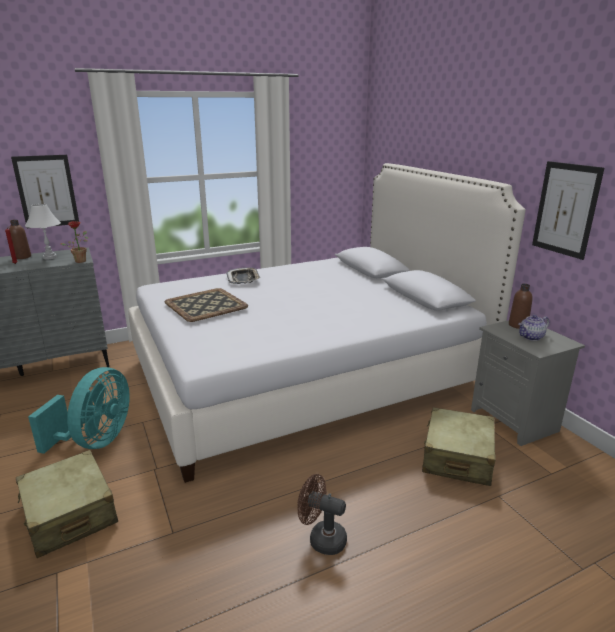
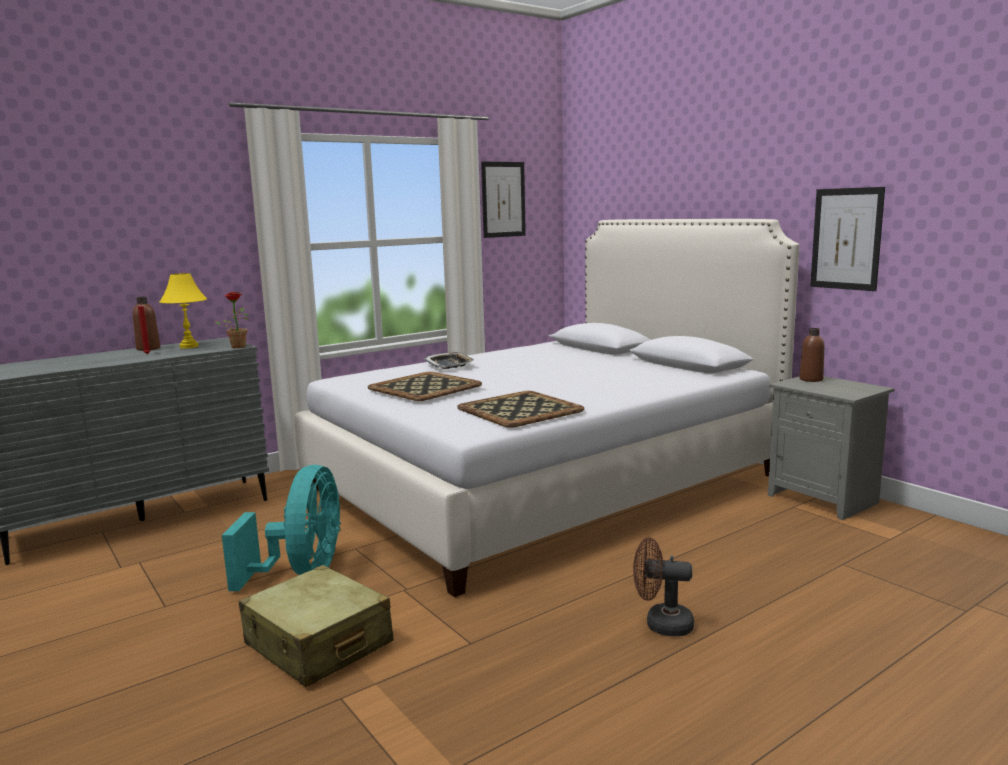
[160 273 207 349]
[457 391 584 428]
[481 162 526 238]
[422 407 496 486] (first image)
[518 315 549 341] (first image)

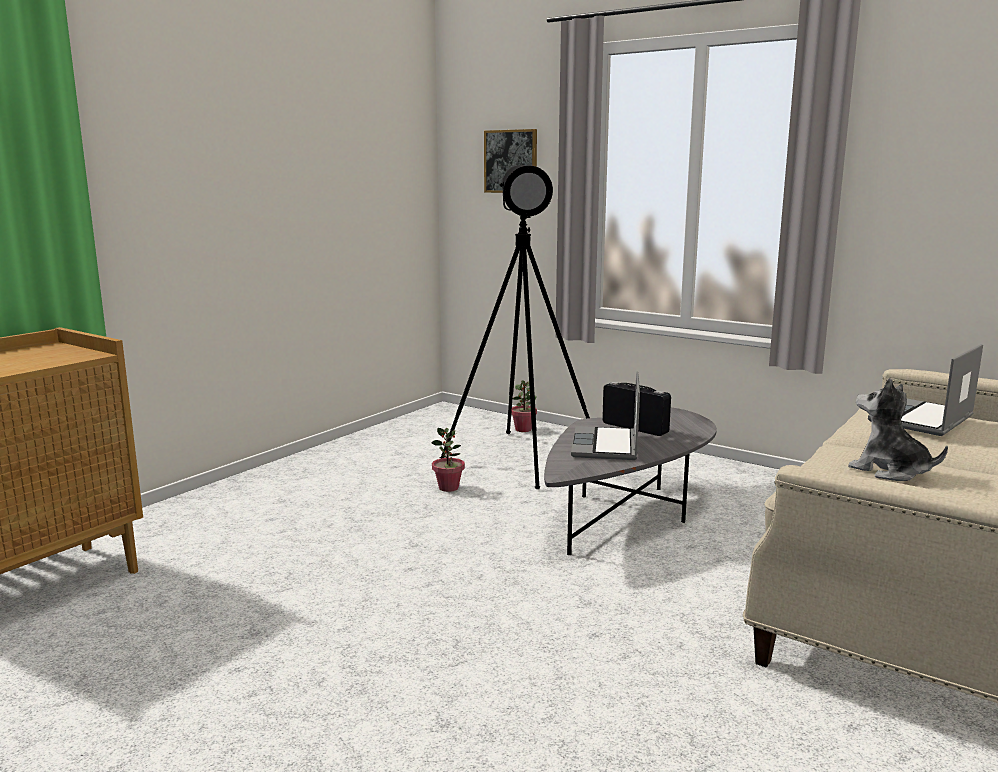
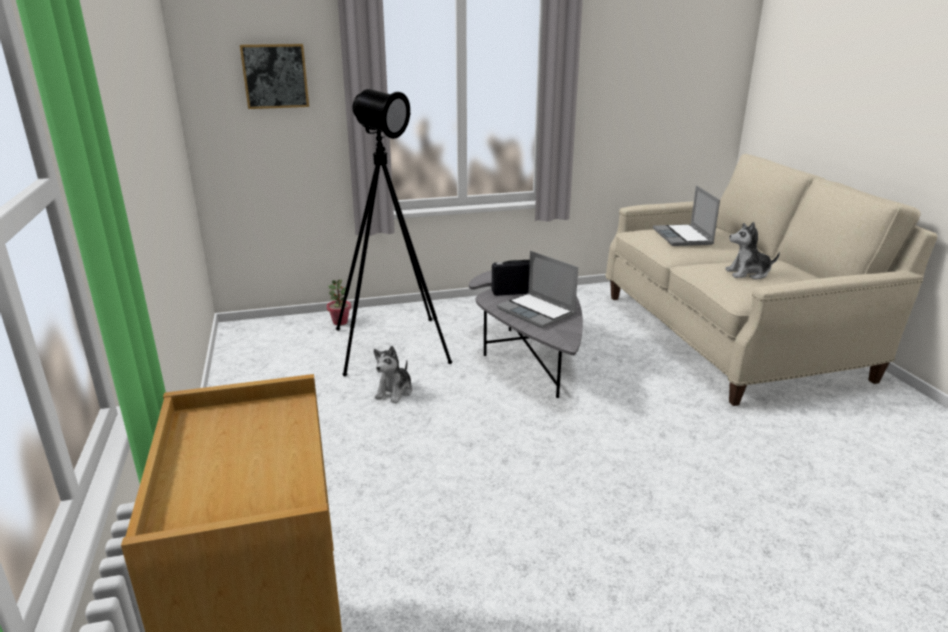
[374 346 413 403]

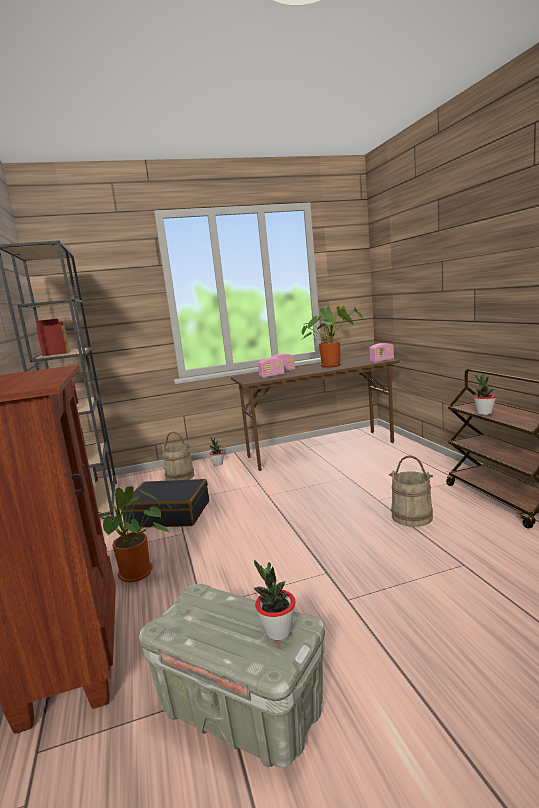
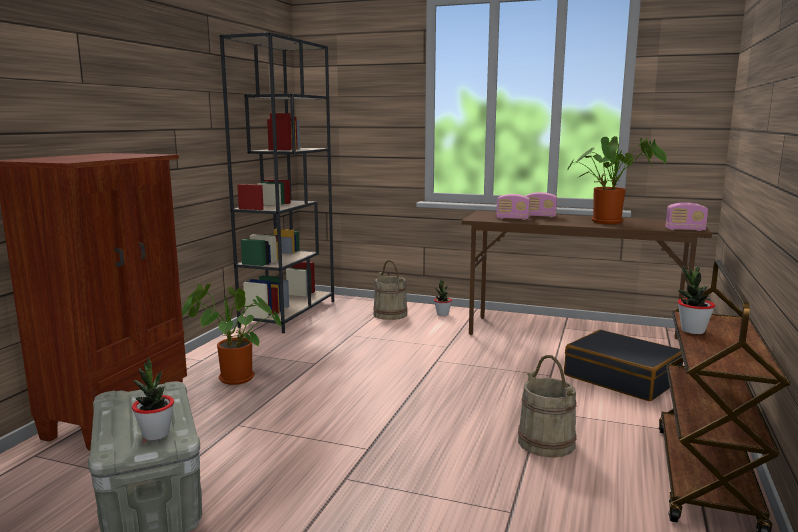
[564 330 683 401]

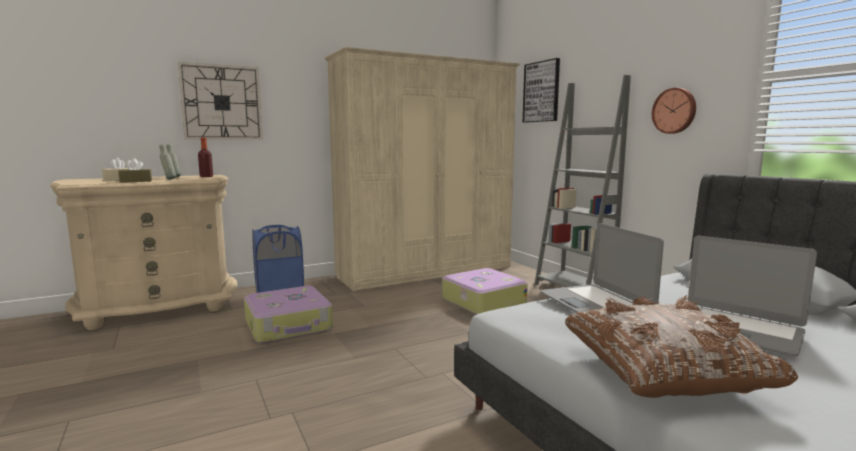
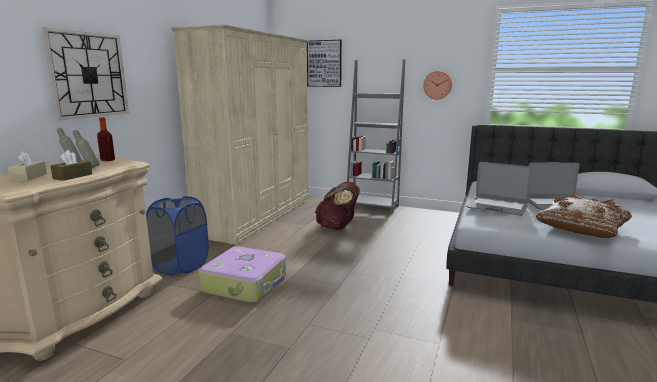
[315 181 360 230]

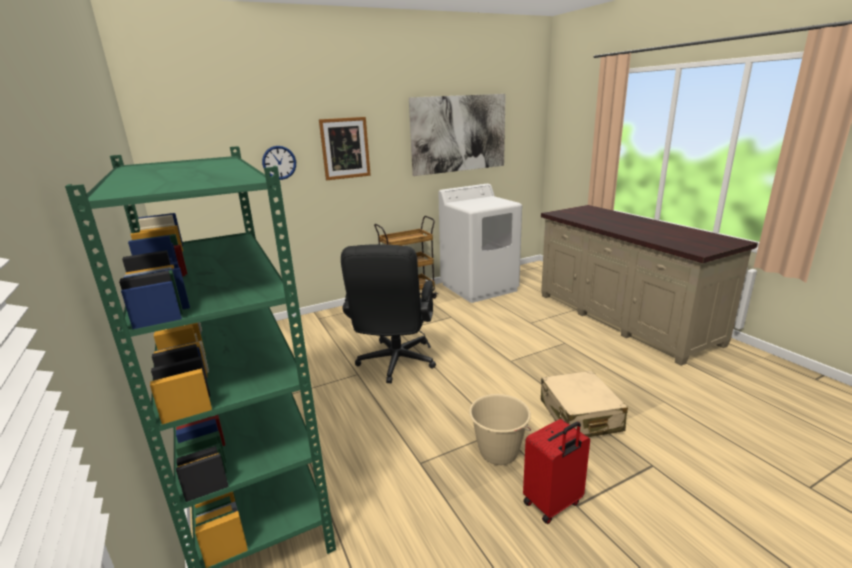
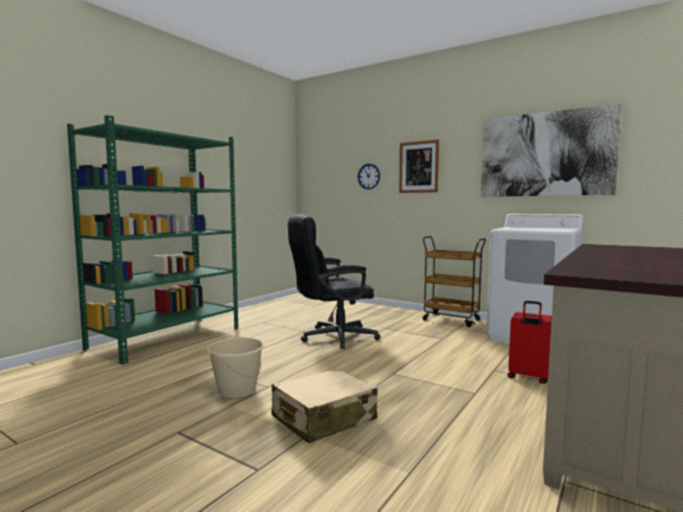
[508 301 552 384]

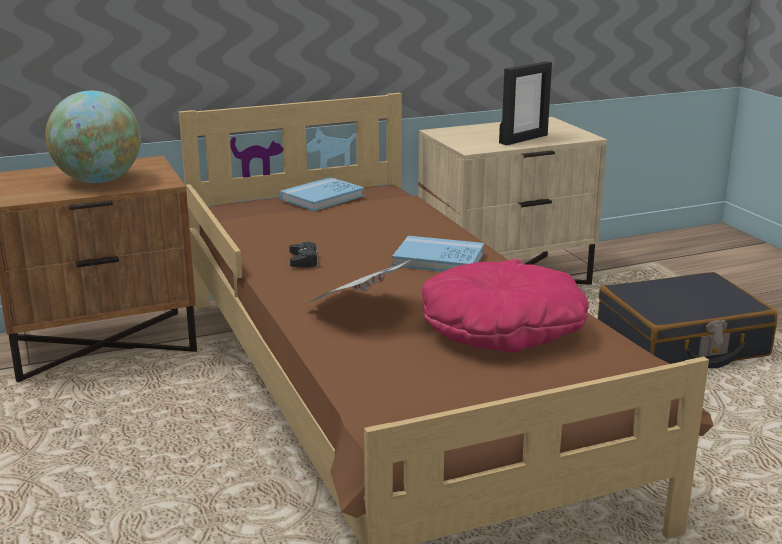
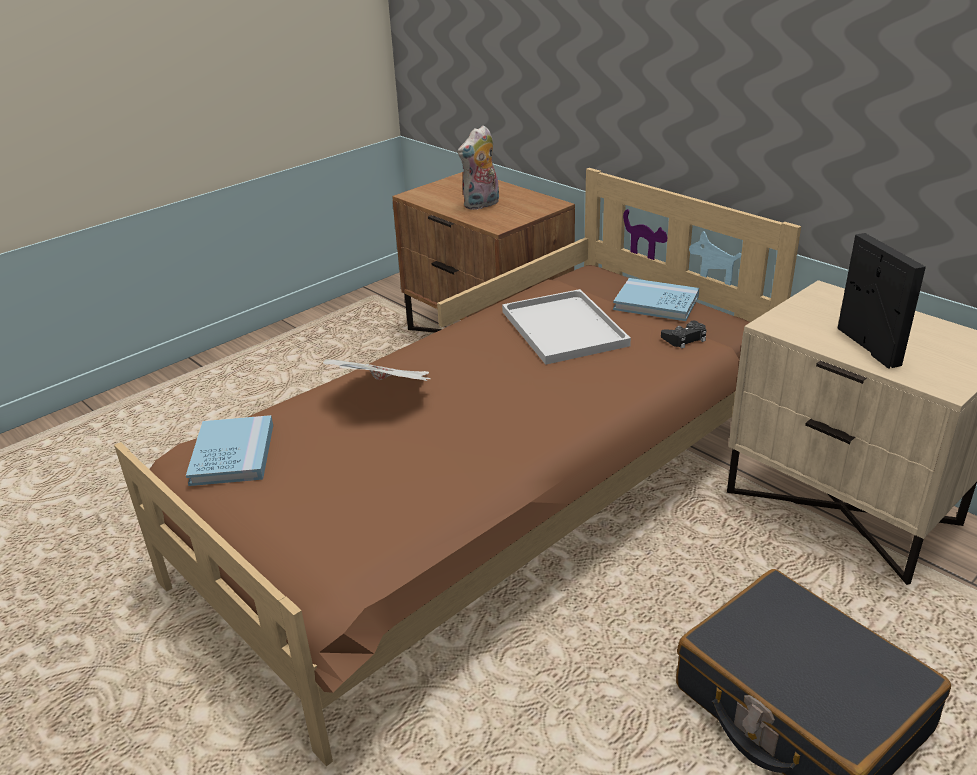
[186 415 273 486]
[458 125 499 210]
[502 289 631 365]
[661 321 707 349]
[837 233 926 369]
[422 259 589 352] (first image)

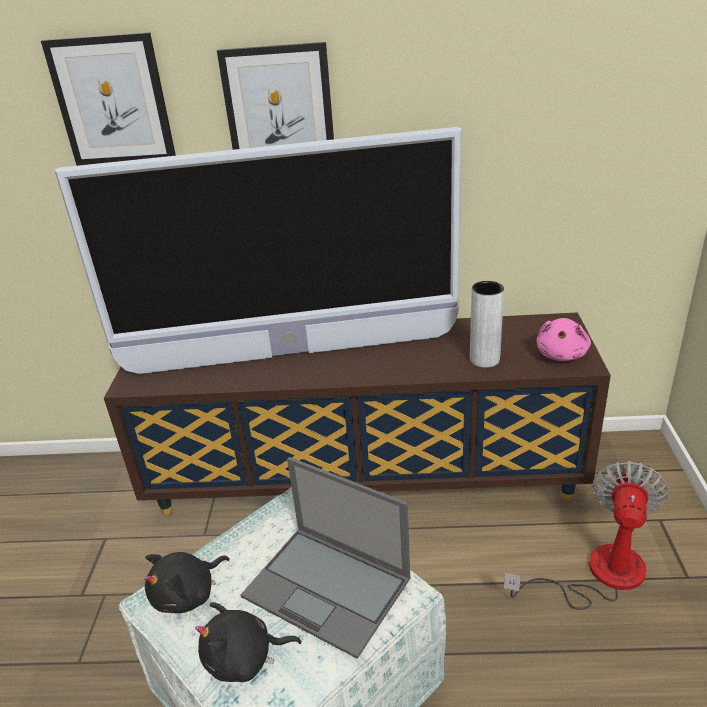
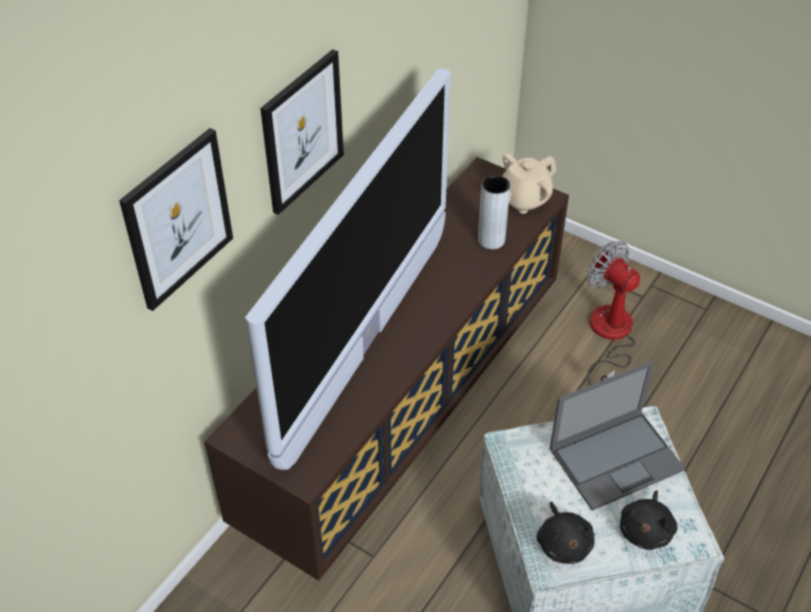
[503 153 556 214]

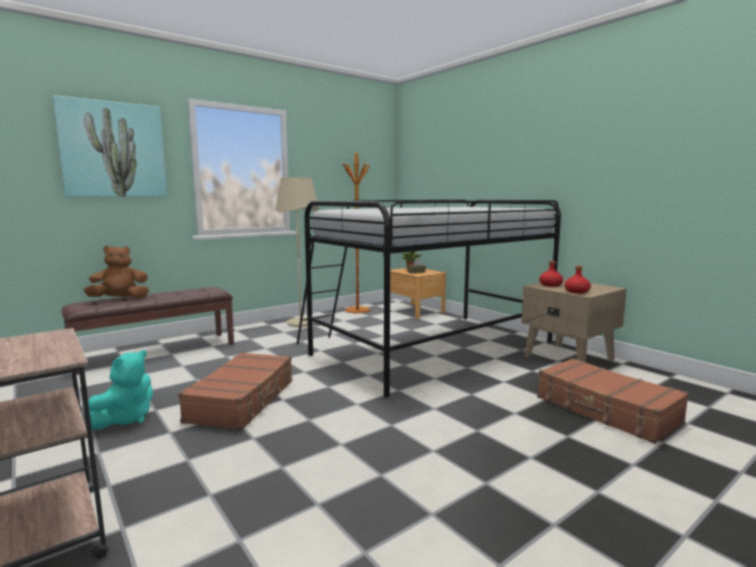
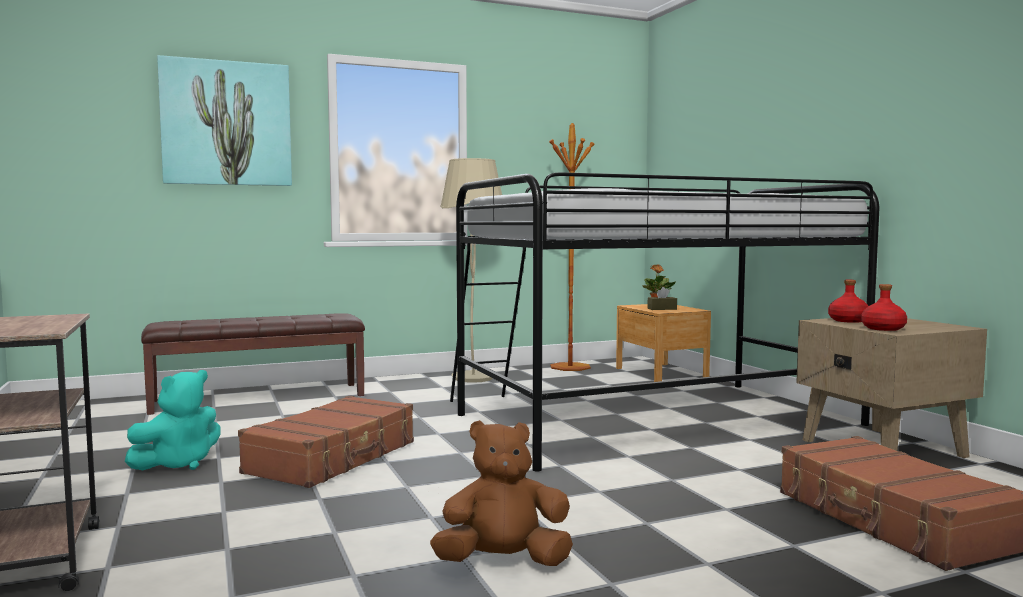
[430 420 573 566]

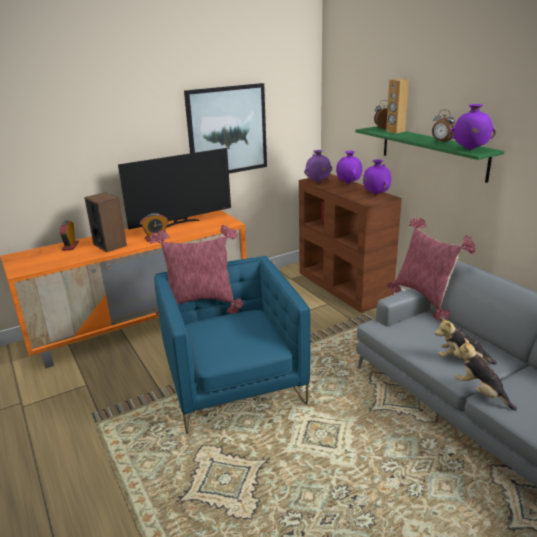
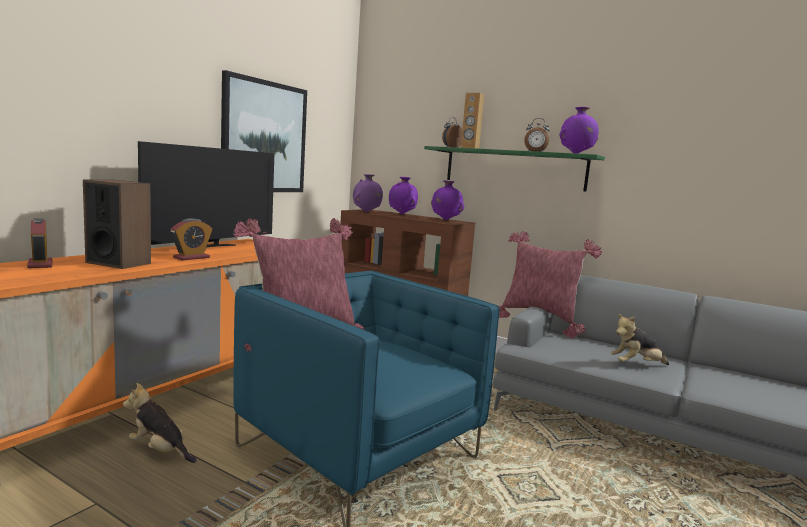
[123 383 197 463]

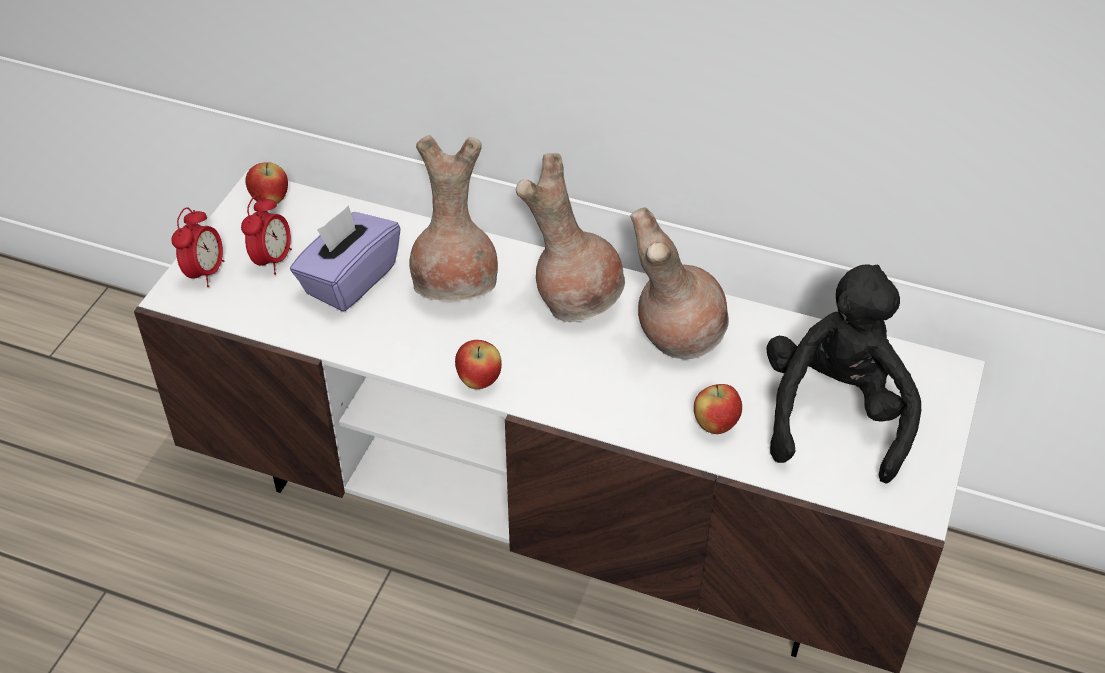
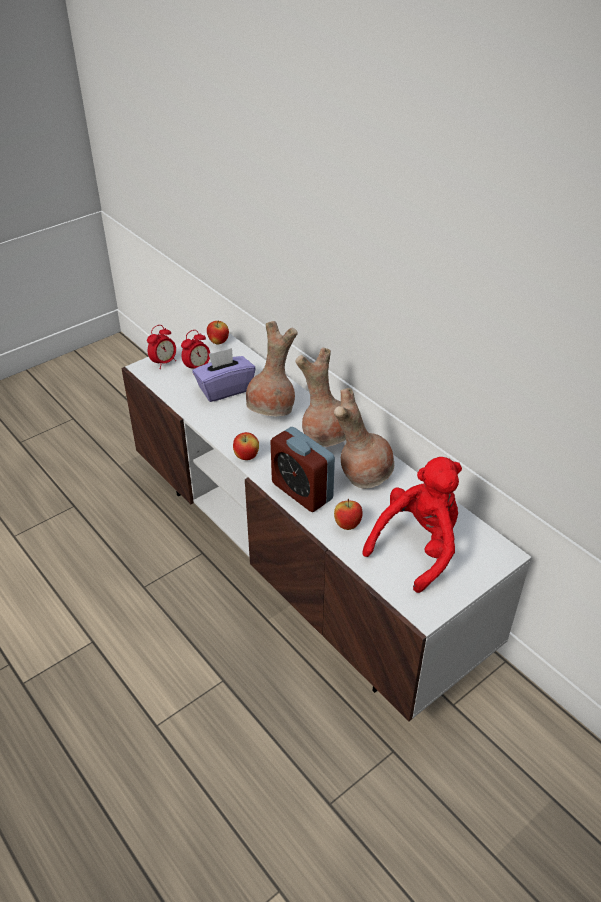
[271 427 335 512]
[362 457 462 593]

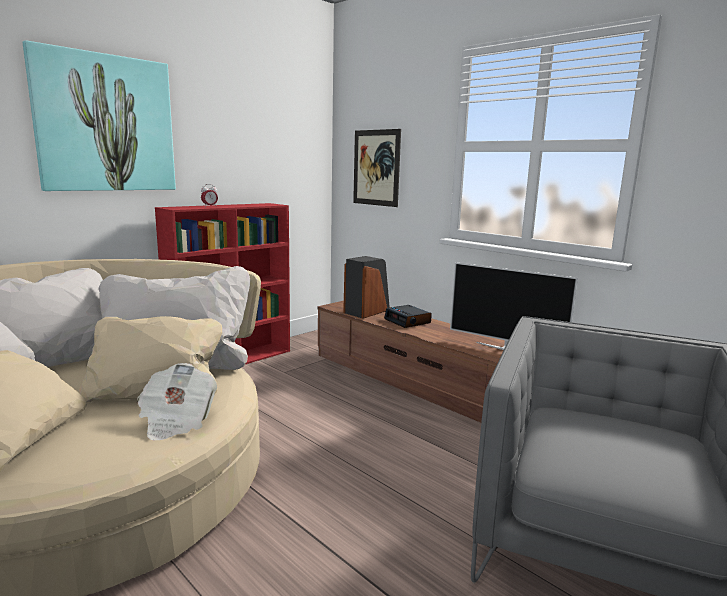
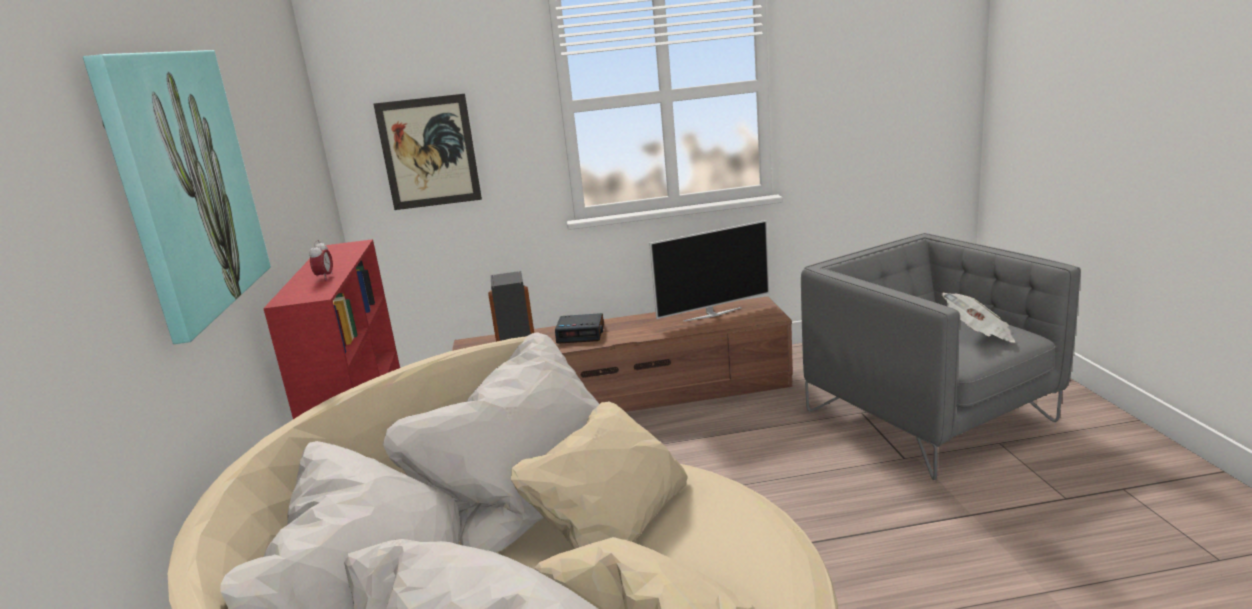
[942 293 1016 343]

